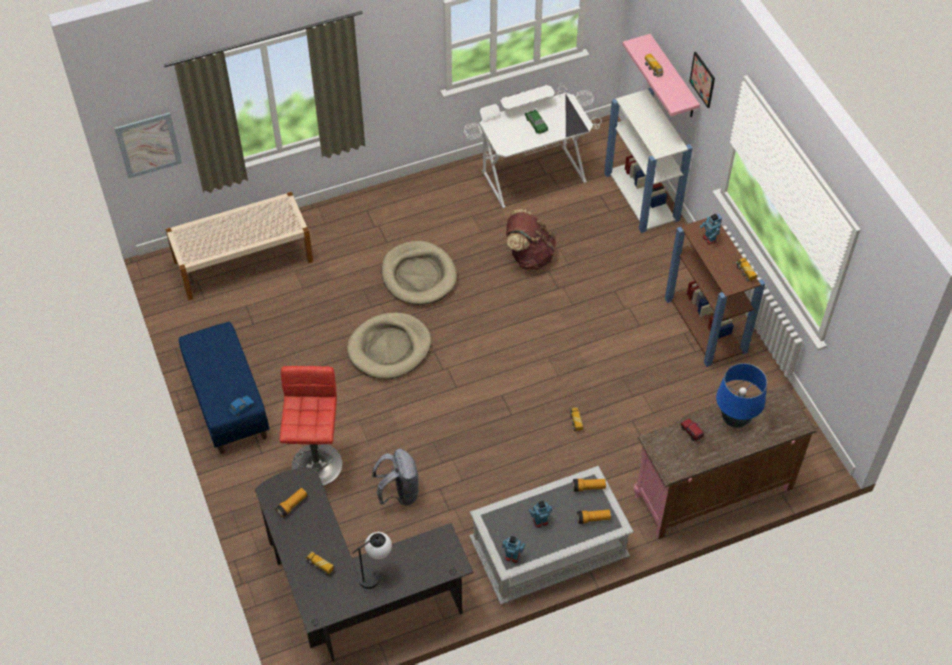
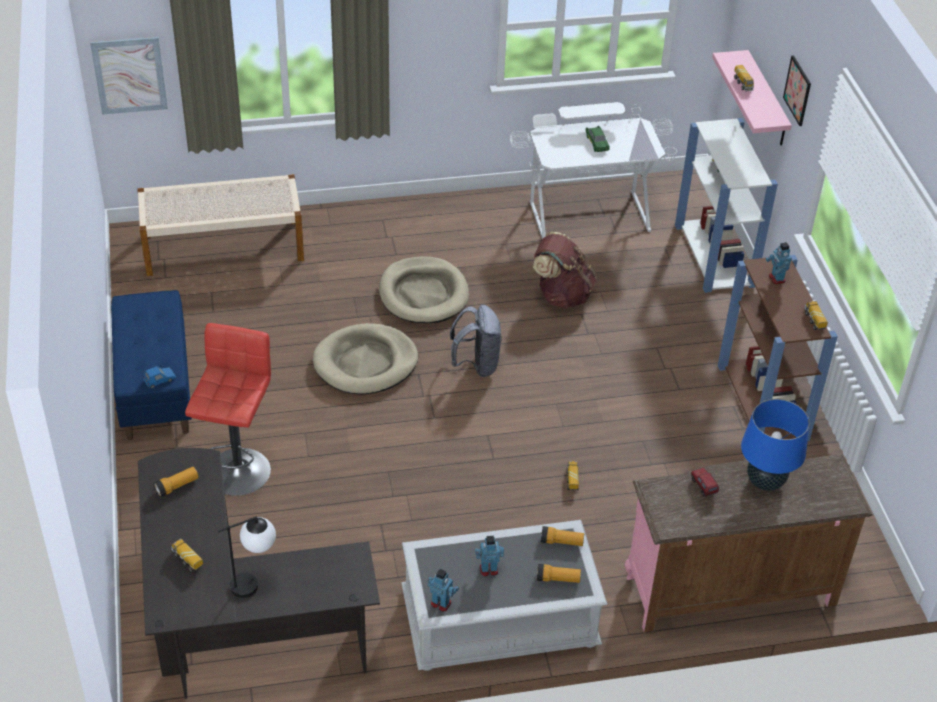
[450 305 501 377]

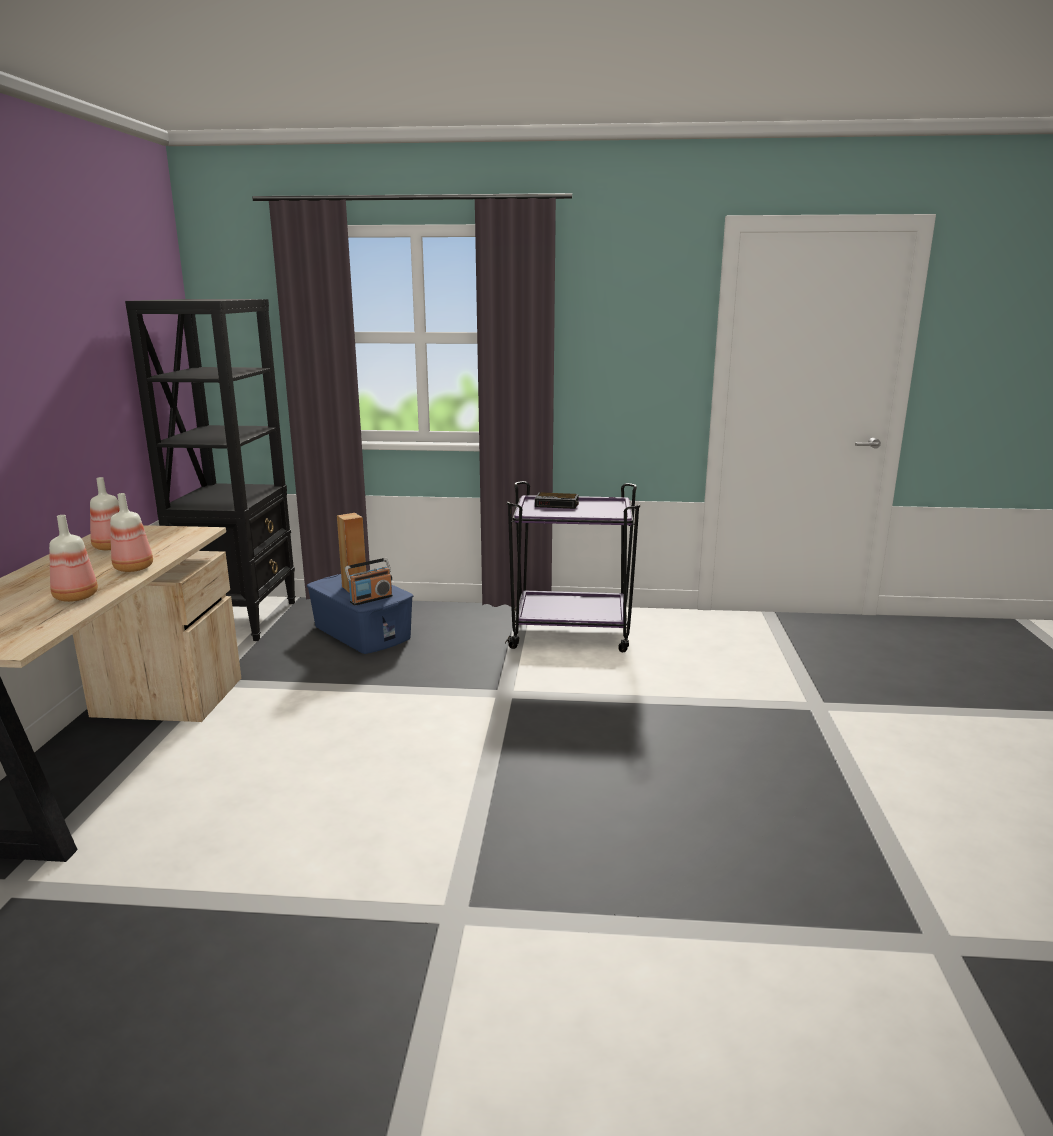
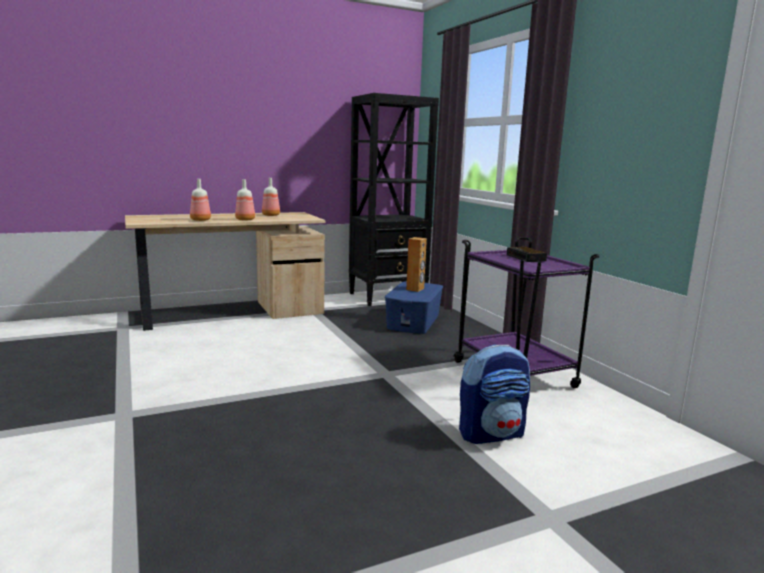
[459 344 530 444]
[345 558 393 606] (first image)

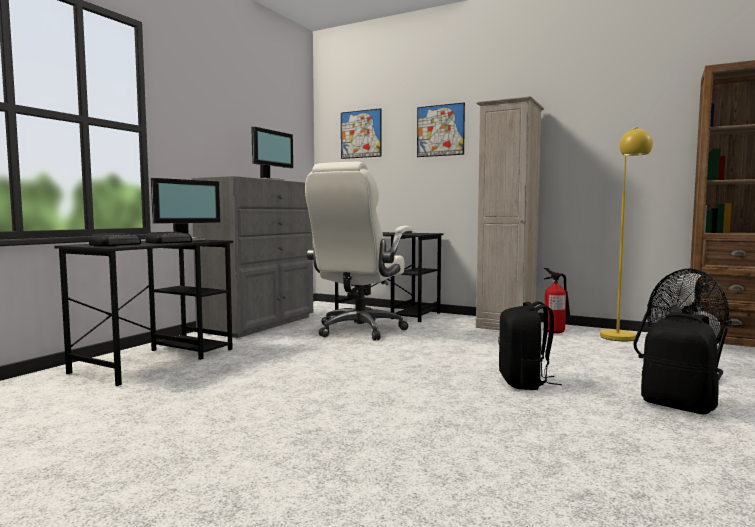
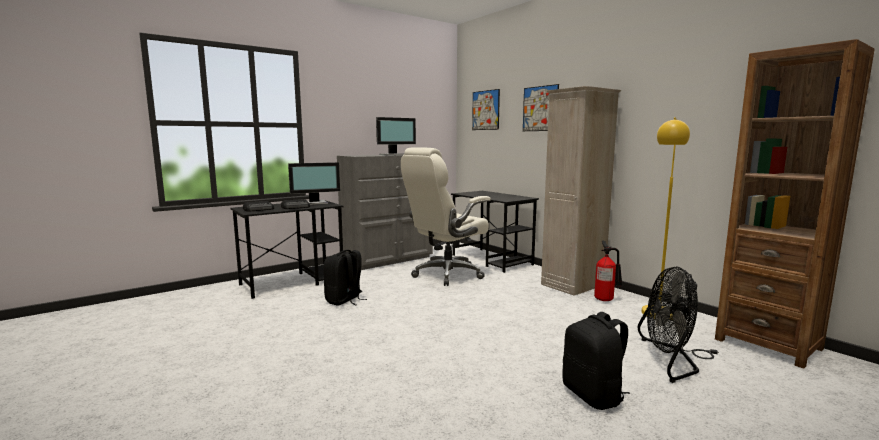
[324 250 367 306]

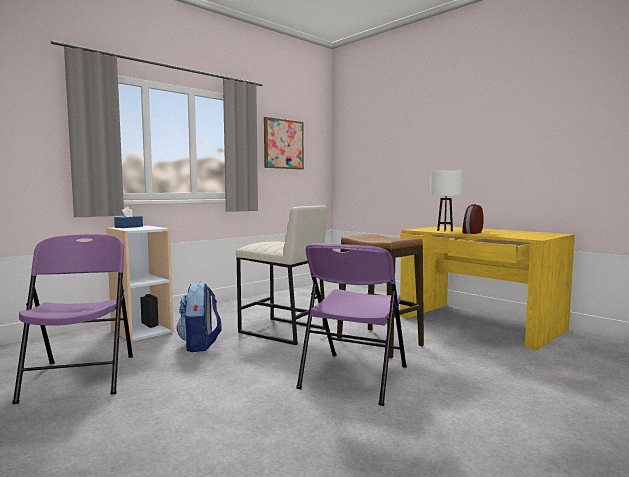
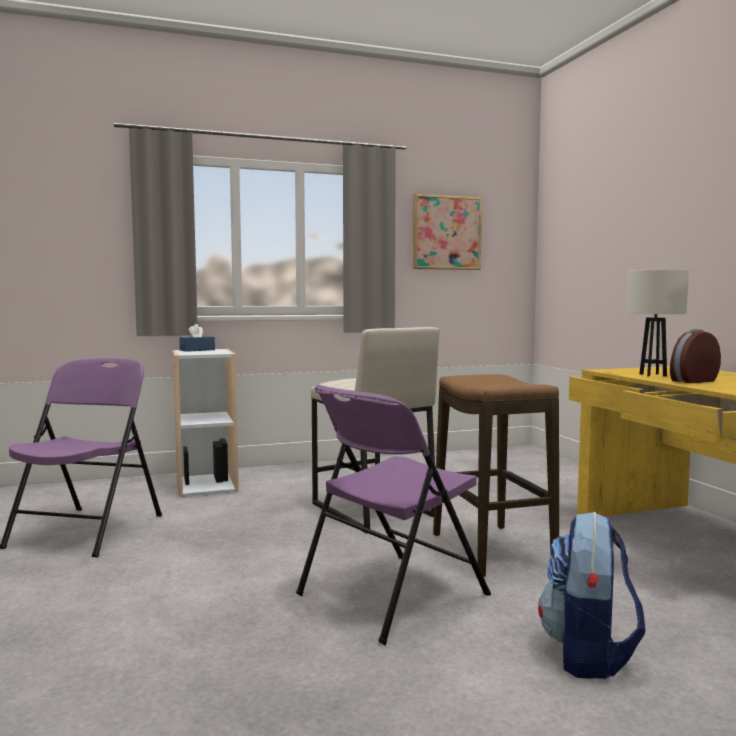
[538 512 646 679]

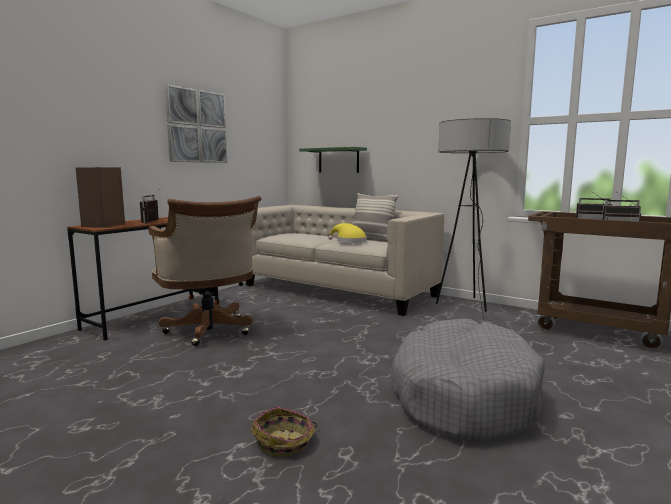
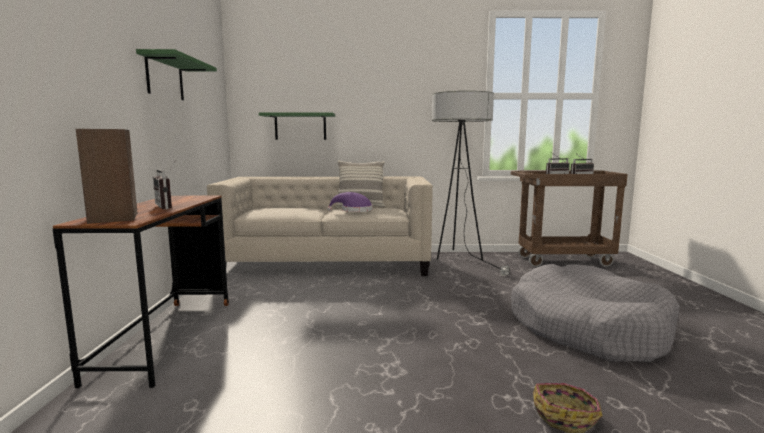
[136 49 217 100]
[327 192 373 212]
[149 196 262 346] (first image)

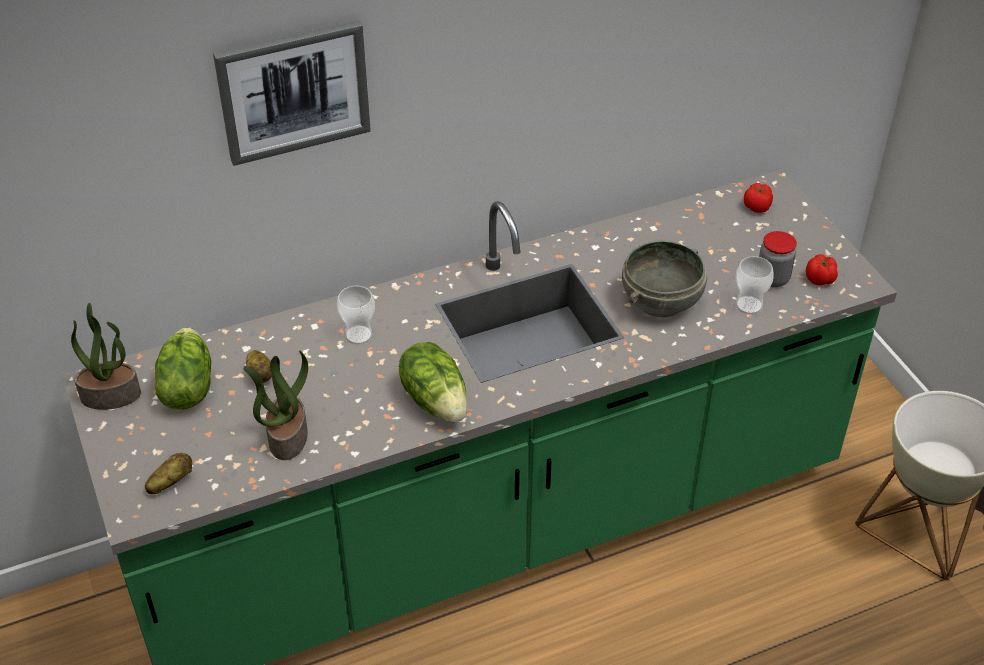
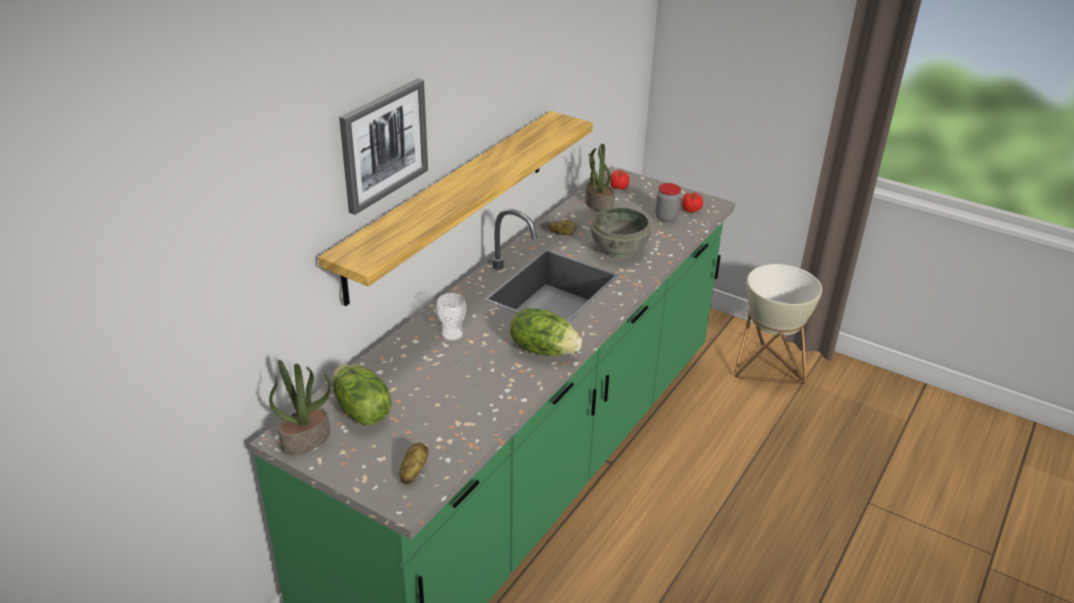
[318 111 593 306]
[548 220 576 236]
[585 143 615 212]
[735 256 774 314] (first image)

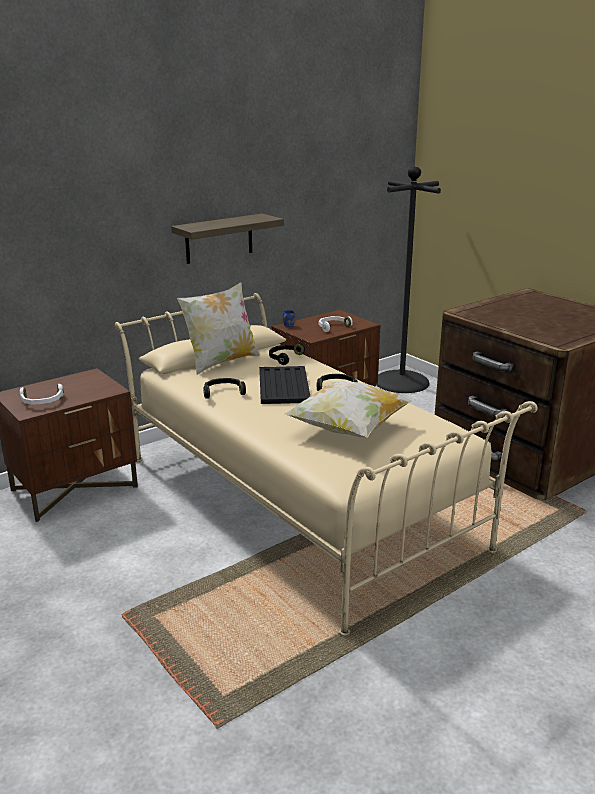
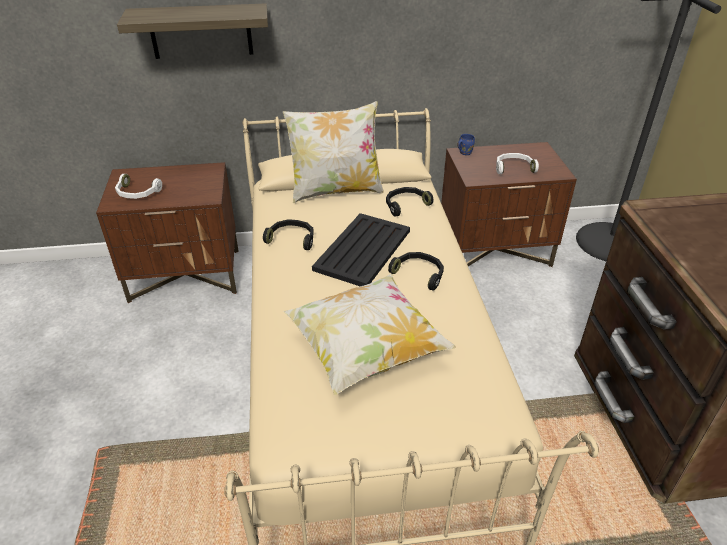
[117 3 268 59]

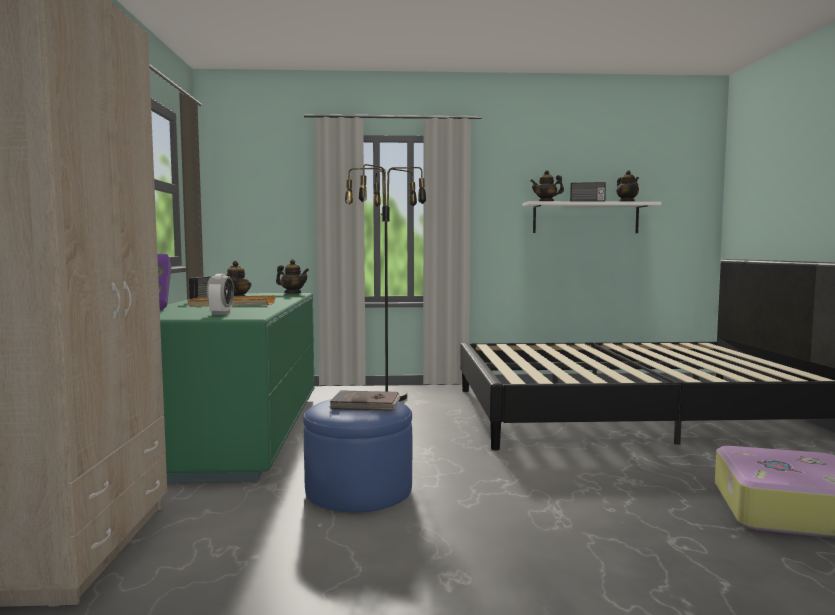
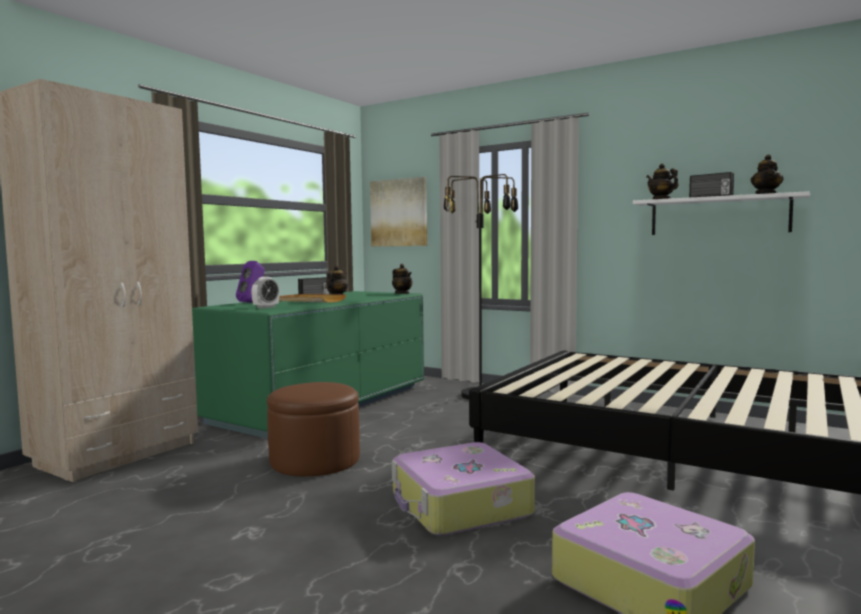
[267 382 360 477]
[370 177 427 246]
[392 442 535 536]
[329 391 400 411] (first image)

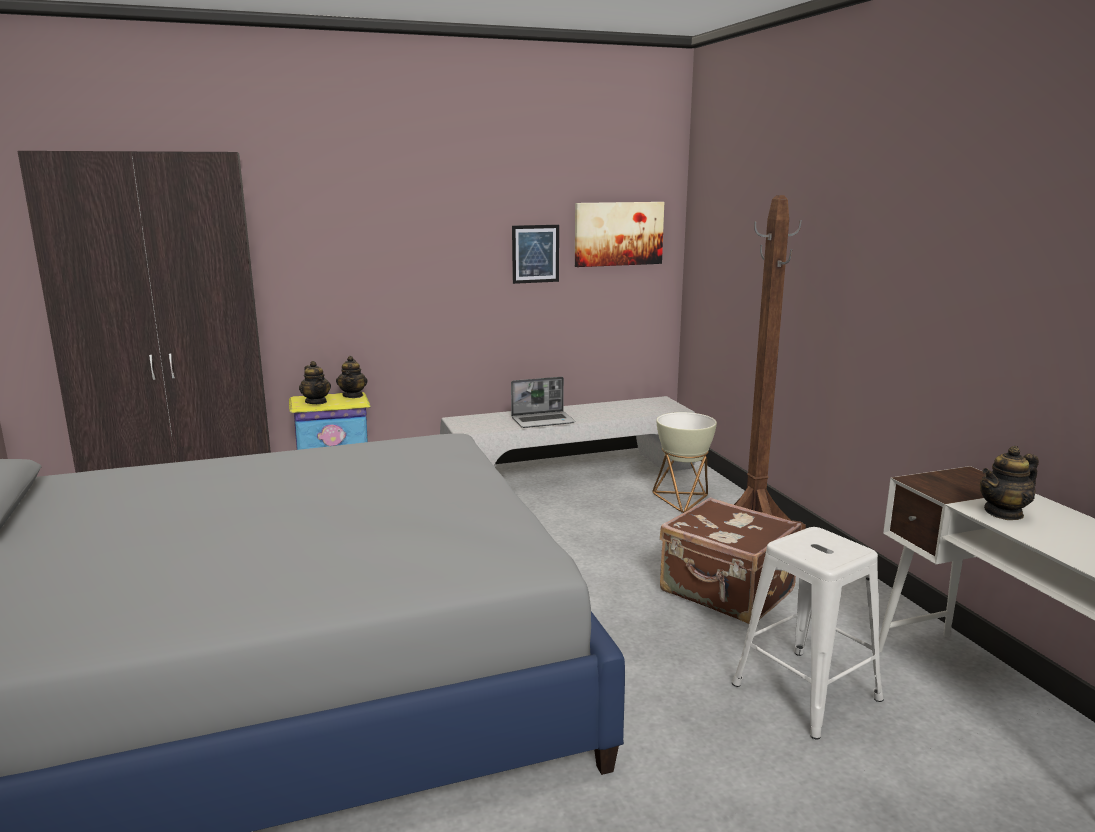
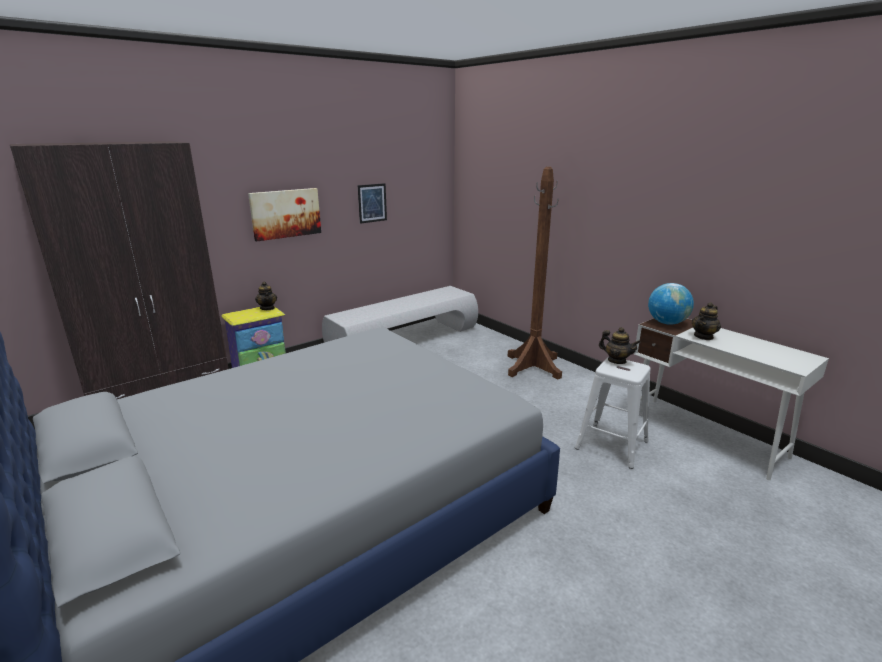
[248 188 321 242]
[599 327 641 364]
[648 283 694 325]
[511 377 575 428] (first image)
[652 412 717 513] (first image)
[660 497 802 624] (first image)

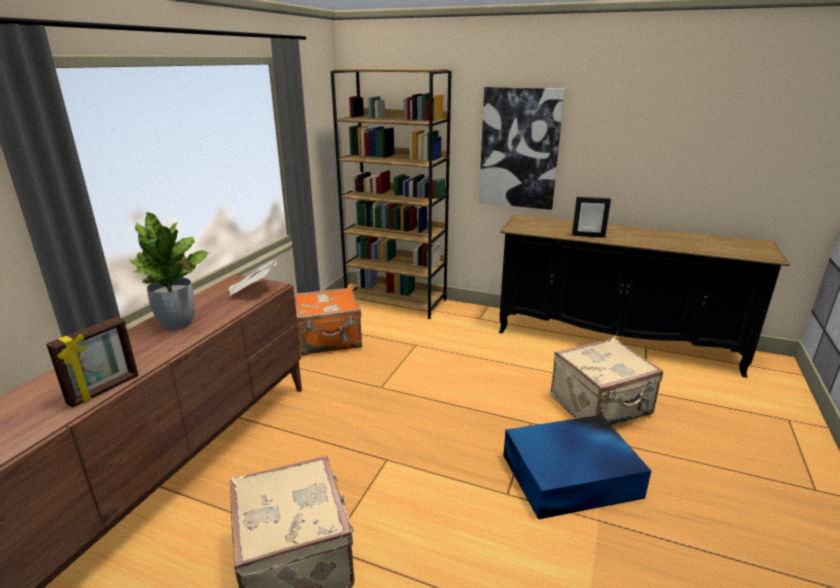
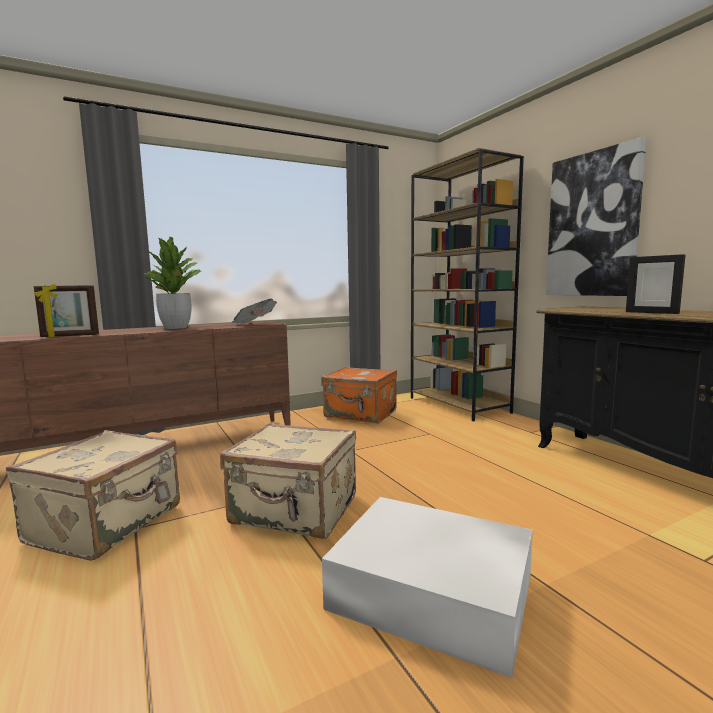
[220 423 356 539]
[322 497 533 678]

